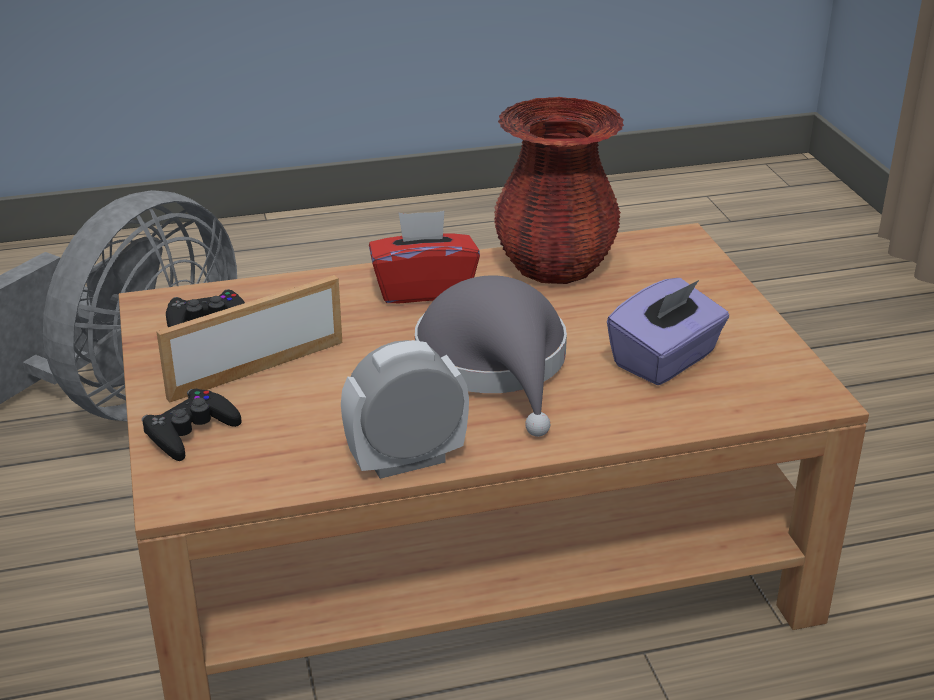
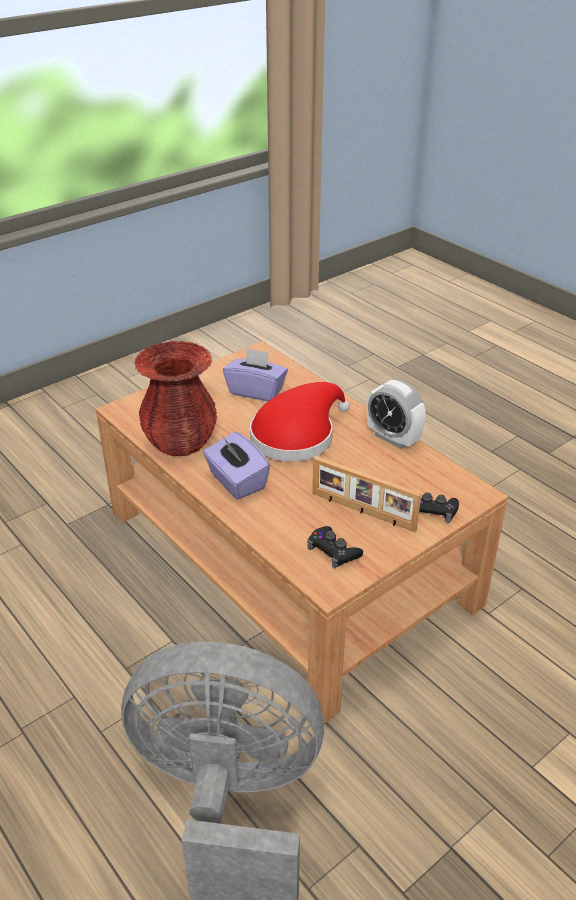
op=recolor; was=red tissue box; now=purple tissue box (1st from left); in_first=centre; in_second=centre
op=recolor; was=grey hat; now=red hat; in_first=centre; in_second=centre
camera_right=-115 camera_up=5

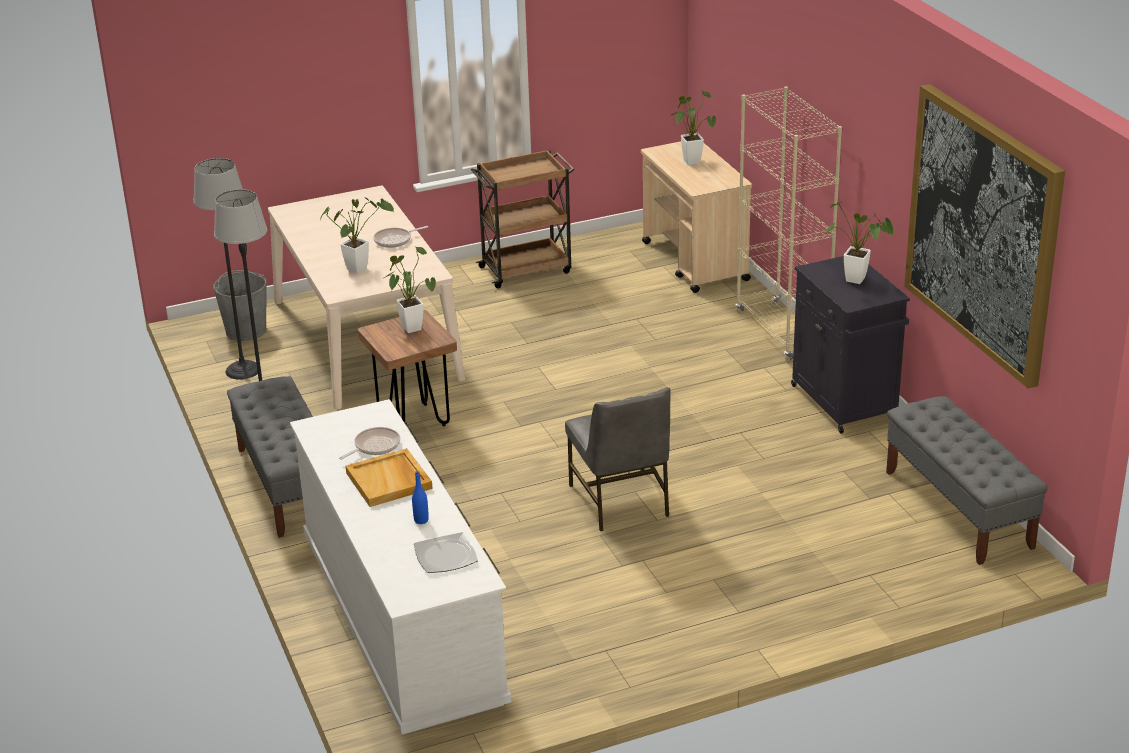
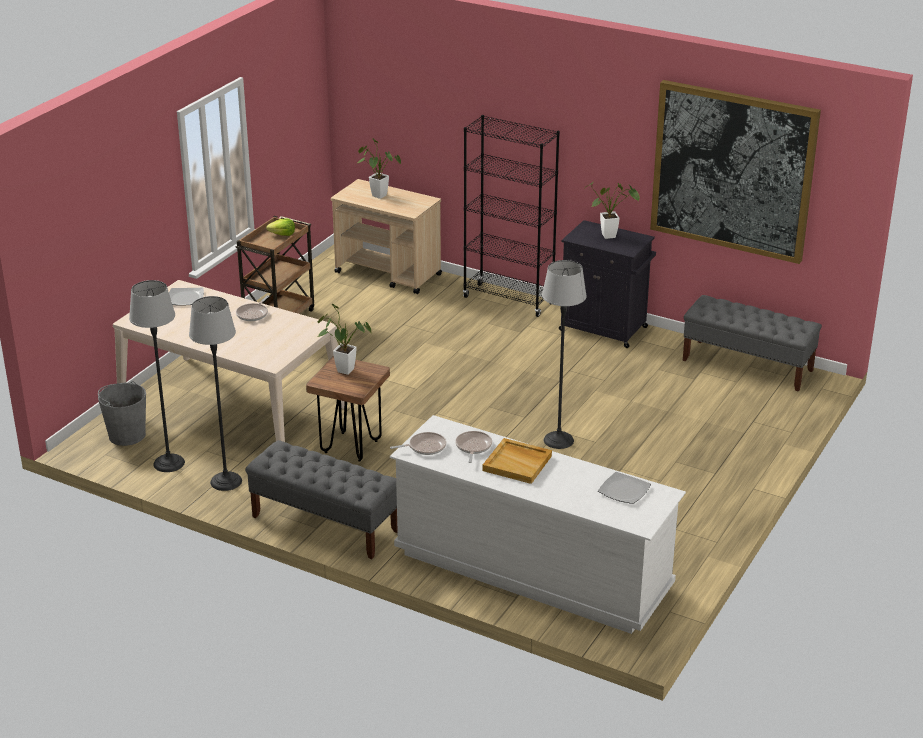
op=recolor; was=beige bookcase; now=black bookcase; in_first=top right; in_second=top centre
op=delete; was=potted plant (1st from left); in_first=top left
op=replace; was=grey chair; now=floor lamp (3rd from left); in_first=centre; in_second=centre
op=delete; was=blue bottle; in_first=centre
op=insert; now=lettuce; in_second=top left
op=insert; now=plate (1st from left); in_second=middle left
op=insert; now=frying pan (2nd from left); in_second=centre
camera_right=-40 camera_up=0

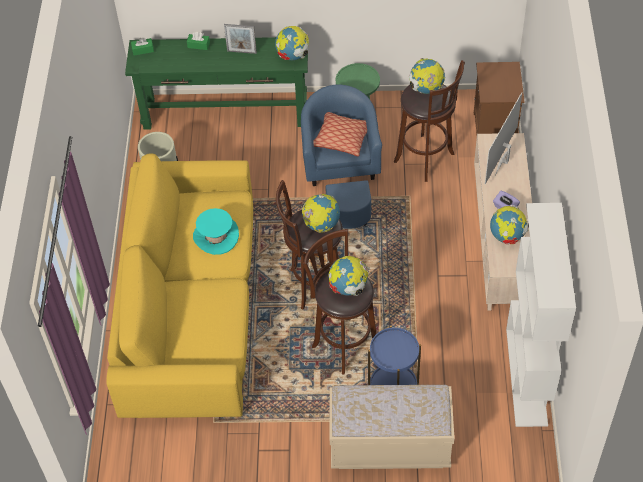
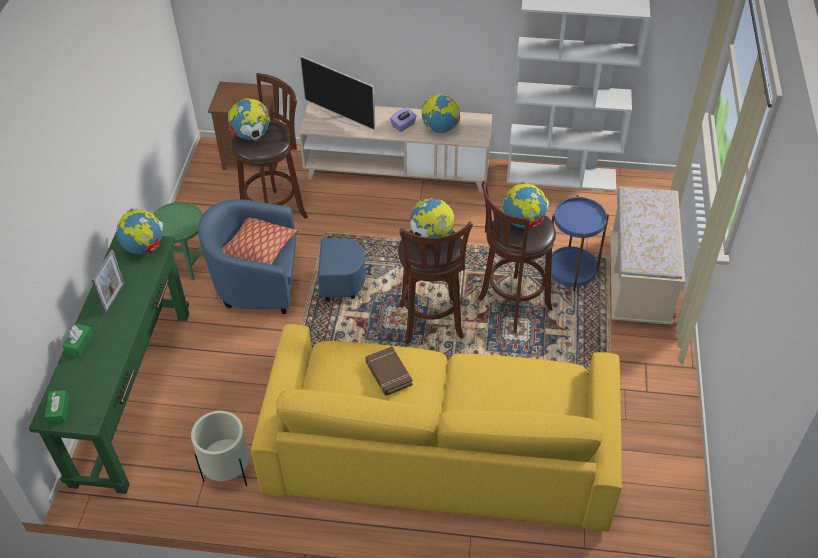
op=replace; was=turquoise hat; now=brown book; in_first=centre; in_second=centre
camera_right=-85 camera_up=-5

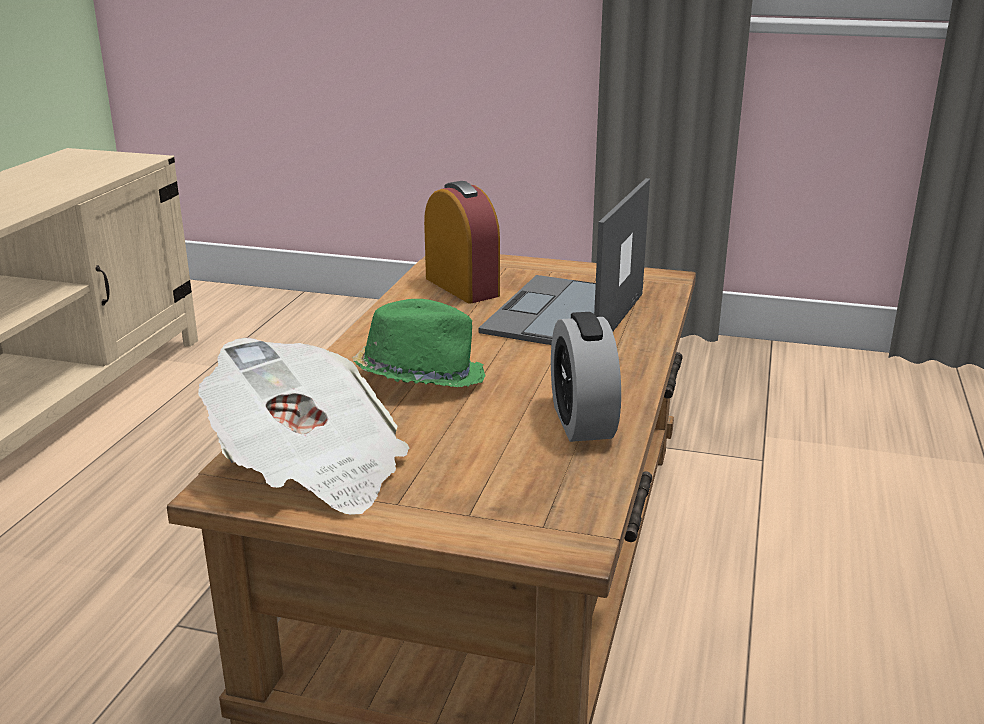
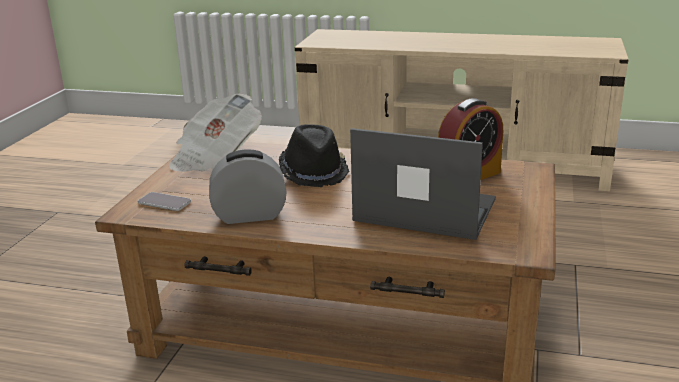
op=recolor; was=green hat; now=black hat; in_first=centre; in_second=centre
op=insert; now=phone; in_second=middle left
camera_right=90 camera_up=0

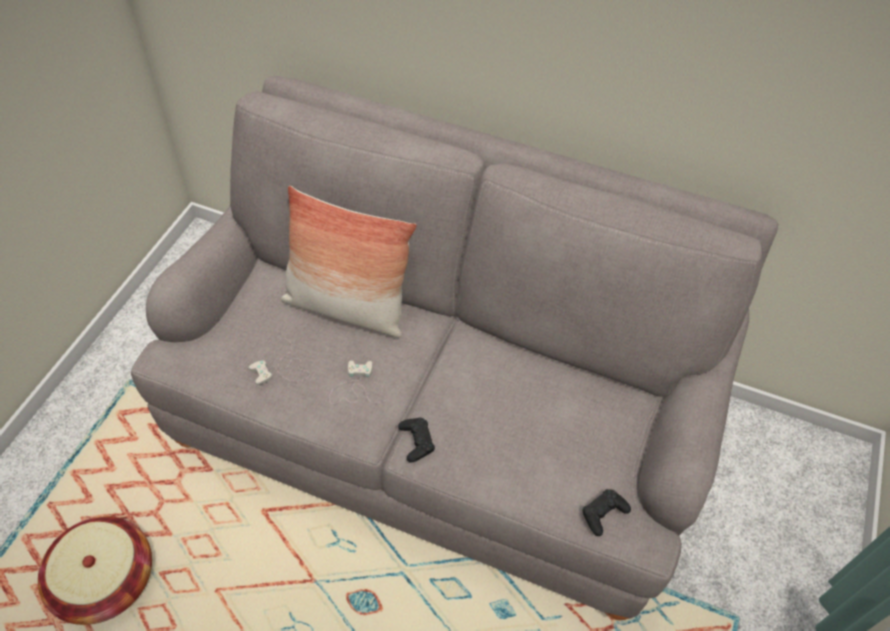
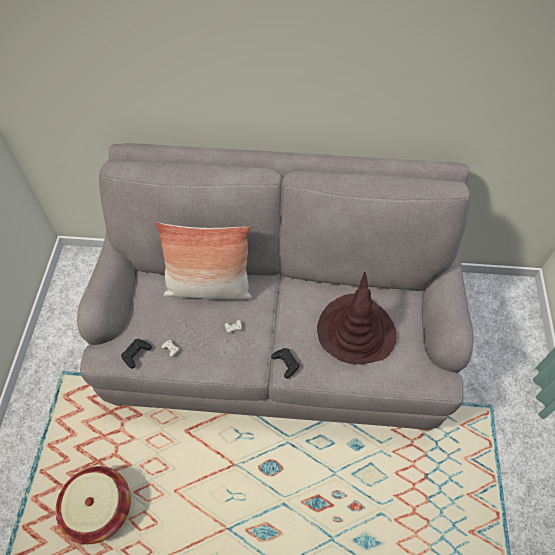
op=move; was=black game controller (2nd from left in the first image); now=black game controller (1st from left); in_first=bottom right; in_second=middle left
op=insert; now=brown hat; in_second=centre
camera_right=-15 camera_up=5

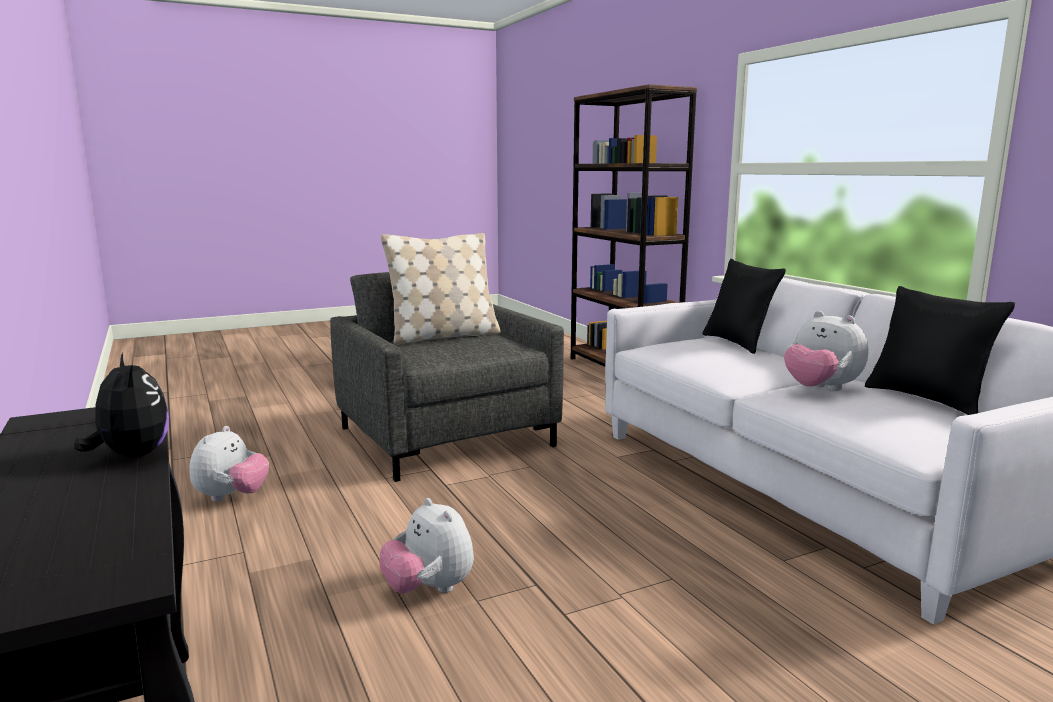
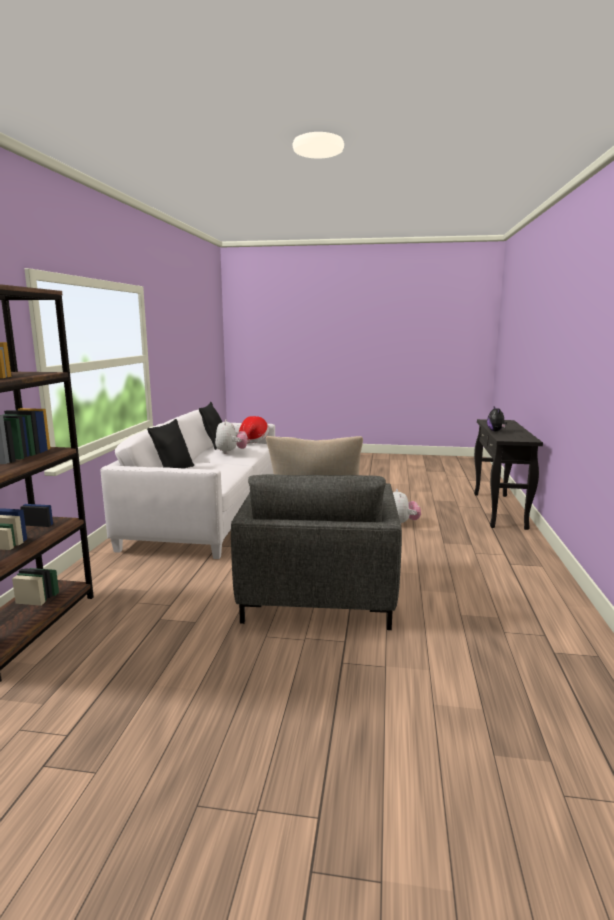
op=delete; was=plush toy (2nd from left); in_first=middle left
op=insert; now=hat; in_second=centre
camera_right=-145 camera_up=0

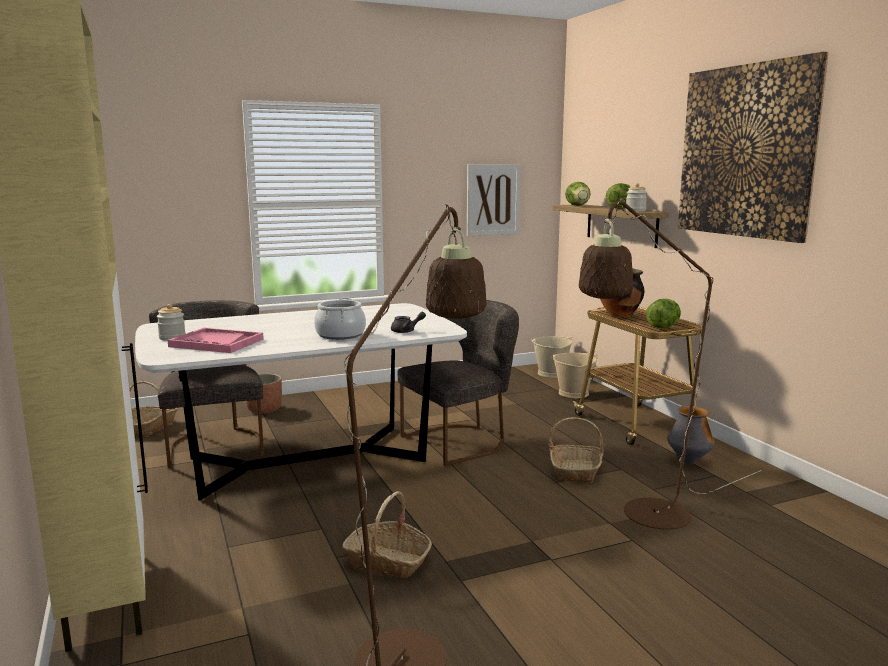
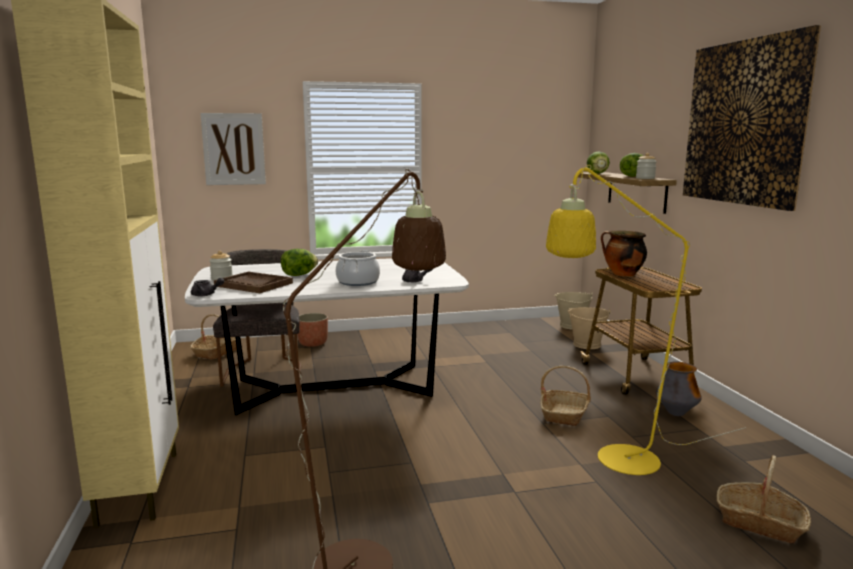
op=move; was=picture (1st from left); in_first=top centre; in_second=top left
op=recolor; was=brown floor lamp (2nd from left); now=yellow floor lamp; in_first=middle right; in_second=middle right
op=move; was=lettuce (3rd from left in the first image); now=lettuce (1st from left); in_first=middle right; in_second=centre
op=delete; was=grey chair (2nd from left); in_first=centre
op=recolor; was=pink tray; now=brown tray; in_first=middle left; in_second=middle left
op=move; was=basket (2nd from left in the first image); now=basket (3rd from left); in_first=bottom centre; in_second=bottom right
op=insert; now=grey teapot (1st from left); in_second=middle left
camera_right=10 camera_up=0

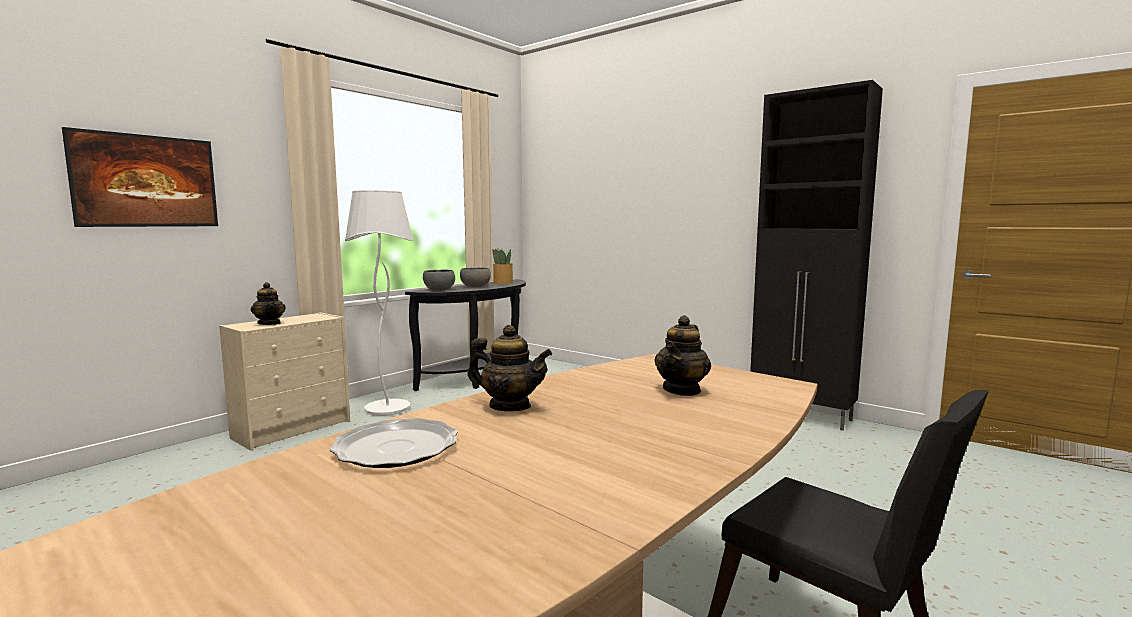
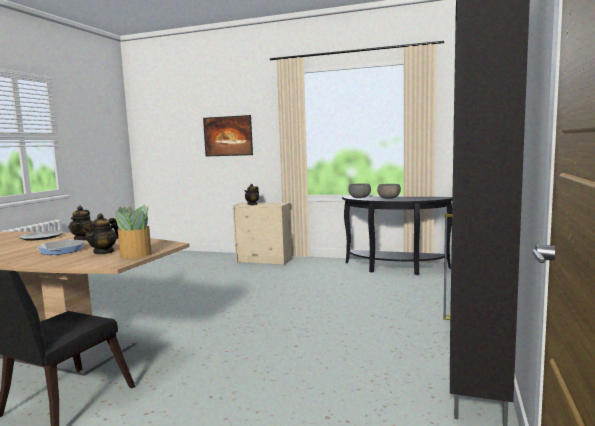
op=delete; was=white floor lamp; in_first=centre
op=move; was=potted plant; in_first=centre; in_second=middle left
op=rotate; was=teapot (3rd from left in the first image); in_first=centre; in_second=middle left; clockwise=-75
op=insert; now=frying pan; in_second=middle left
camera_right=70 camera_up=0

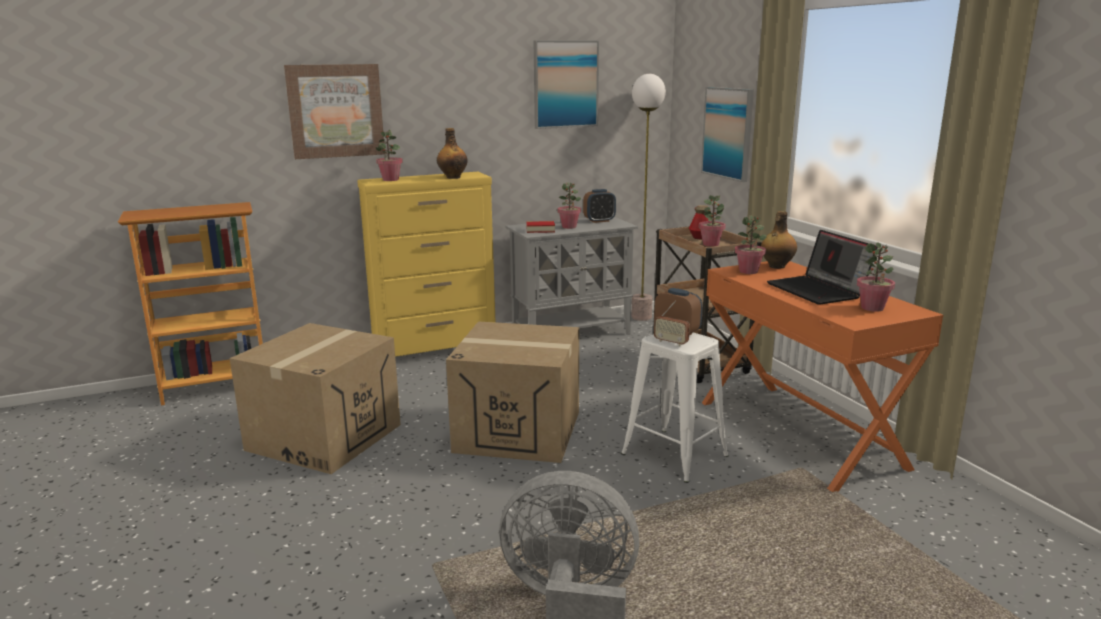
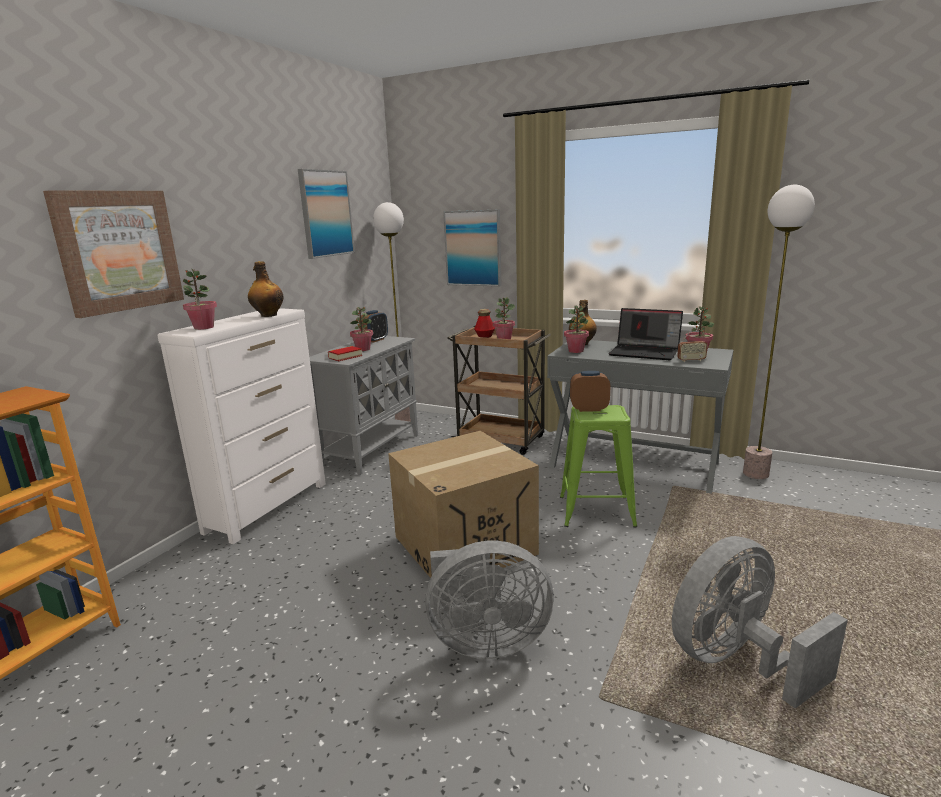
op=recolor; was=yellow dresser; now=white dresser; in_first=centre; in_second=middle left
op=recolor; was=orange desk; now=grey desk; in_first=middle right; in_second=middle right
op=move; was=radio; in_first=centre; in_second=middle right
op=delete; was=cardboard box (1st from left); in_first=middle left
op=recolor; was=white stool; now=green stool; in_first=centre; in_second=centre
op=insert; now=floor lamp (2nd from left); in_second=middle right
op=insert; now=grey fan (1st from left); in_second=bottom centre
camera_right=-40 camera_up=0

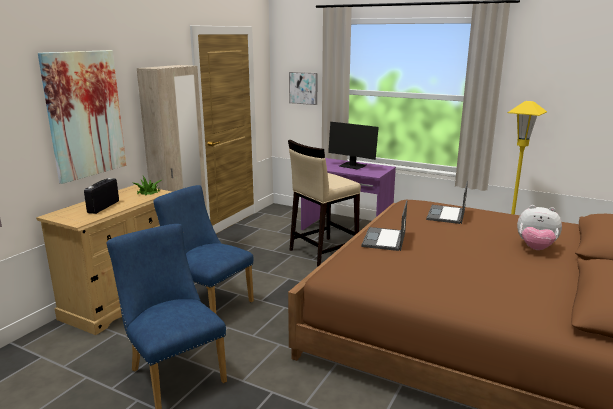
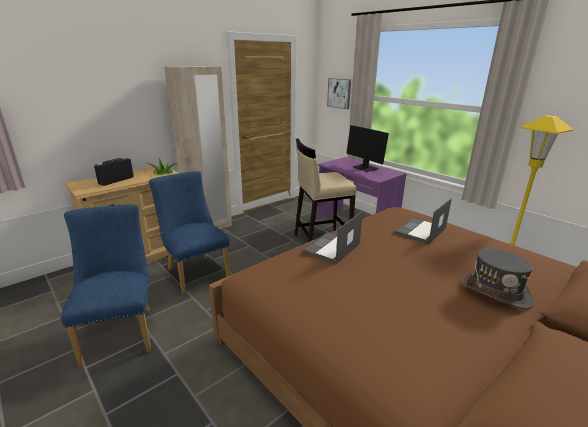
op=delete; was=picture (1st from left); in_first=top left
op=replace; was=plush toy; now=grey hat; in_first=middle right; in_second=middle right
camera_right=20 camera_up=5

